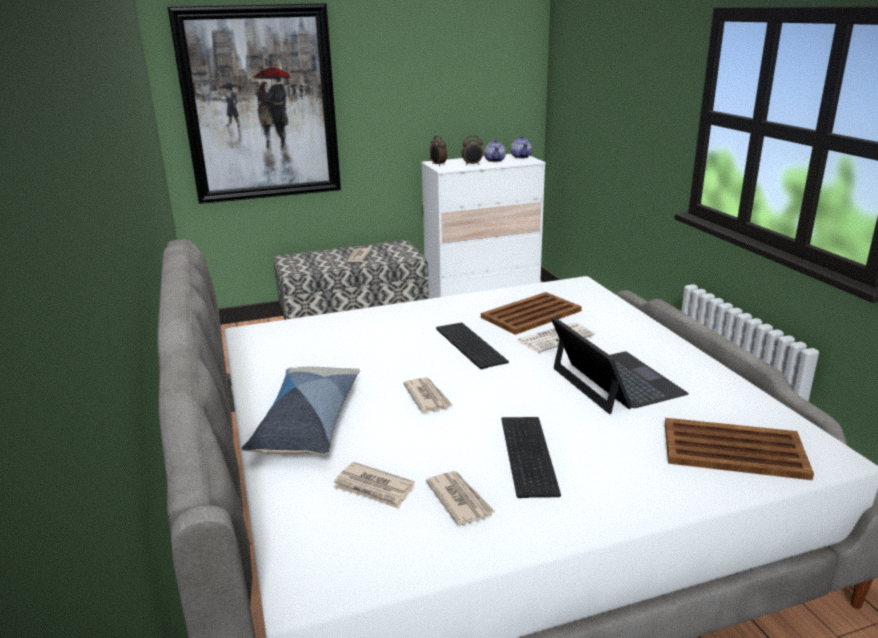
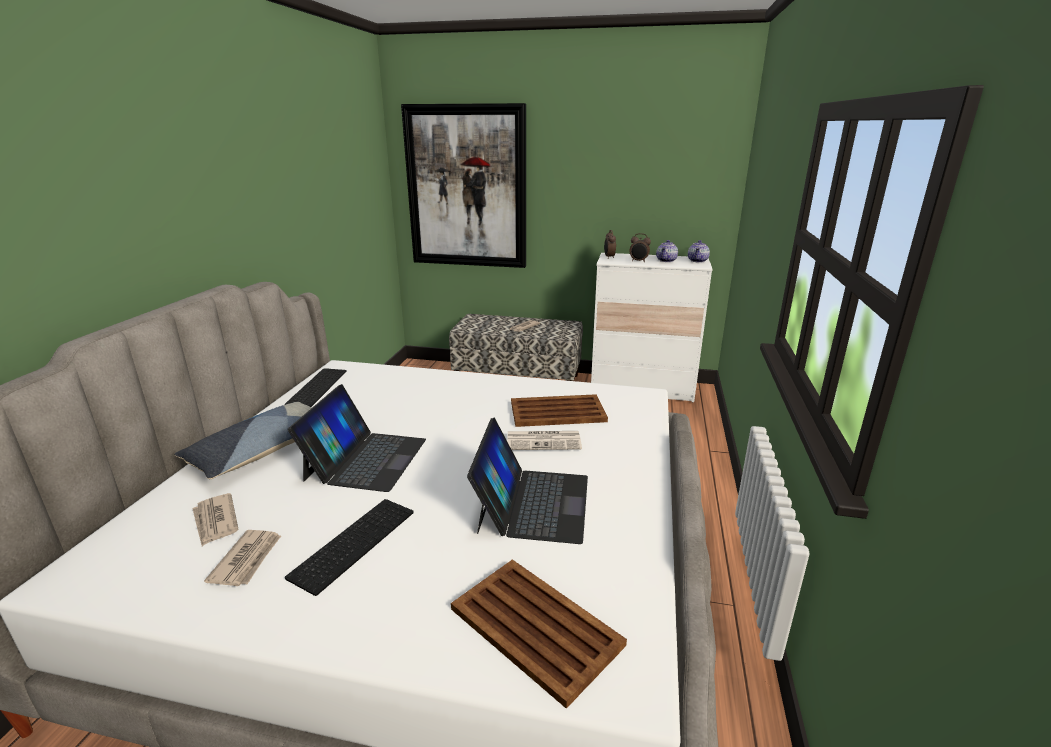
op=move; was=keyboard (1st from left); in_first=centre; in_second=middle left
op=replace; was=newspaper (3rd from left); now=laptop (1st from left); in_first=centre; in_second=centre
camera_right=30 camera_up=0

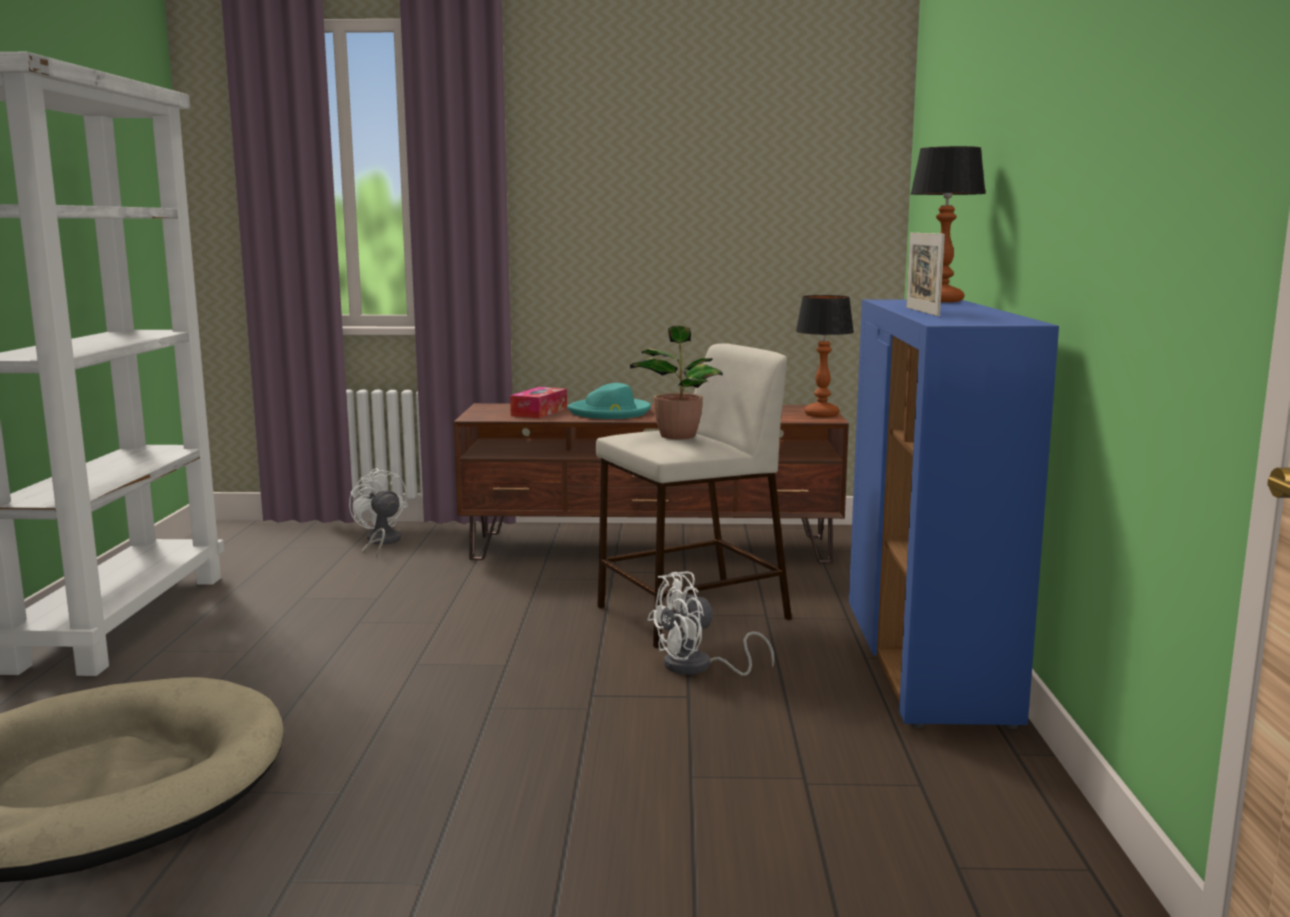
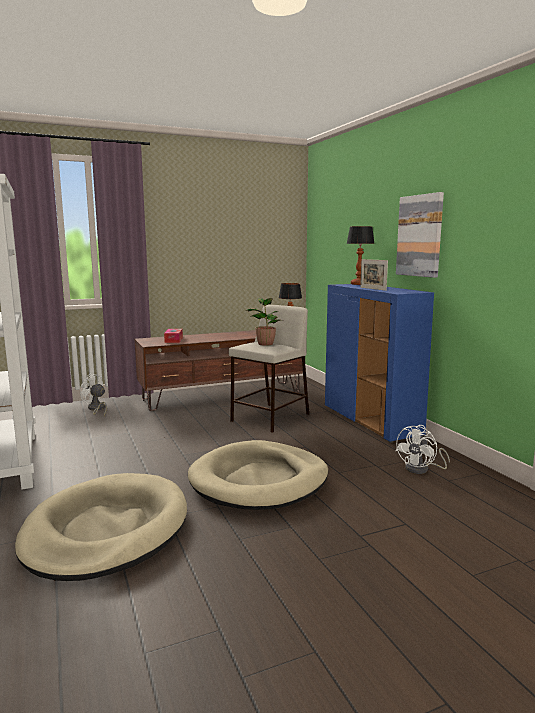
op=delete; was=turquoise hat; in_first=centre
op=move; was=white fan (2nd from left); in_first=bottom centre; in_second=middle right
op=insert; now=picture; in_second=top right
op=insert; now=beige dog bed (2nd from left); in_second=centre
camera_right=-25 camera_up=0

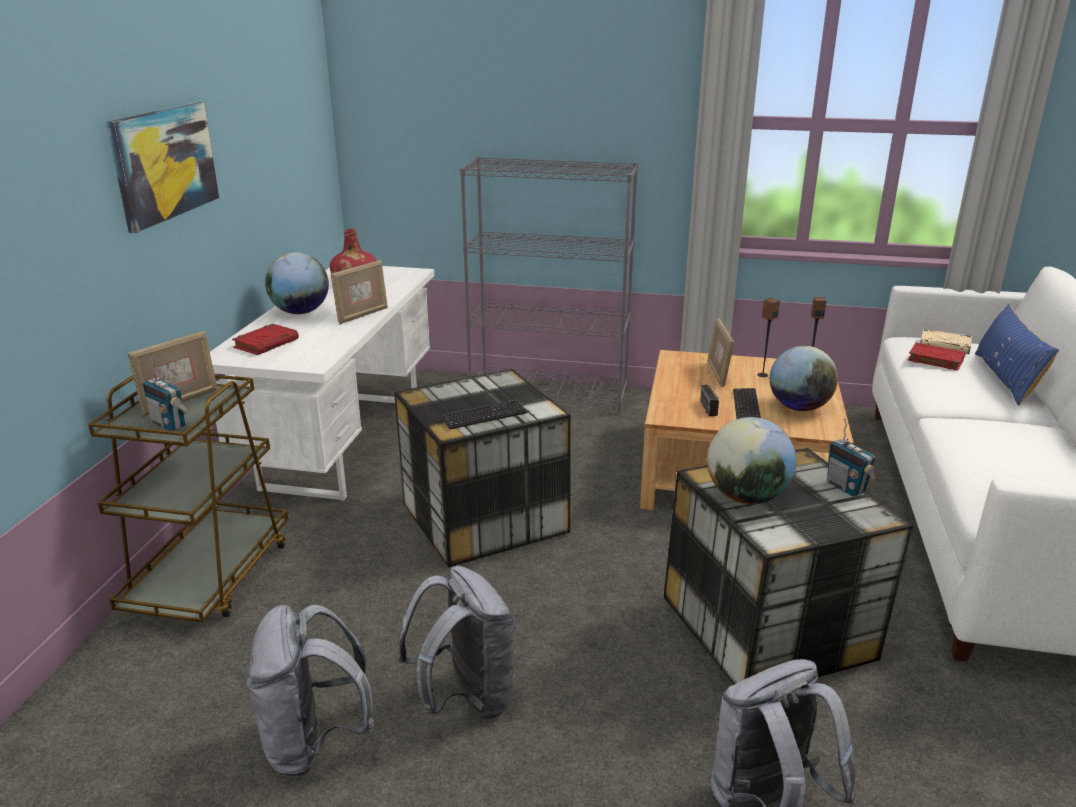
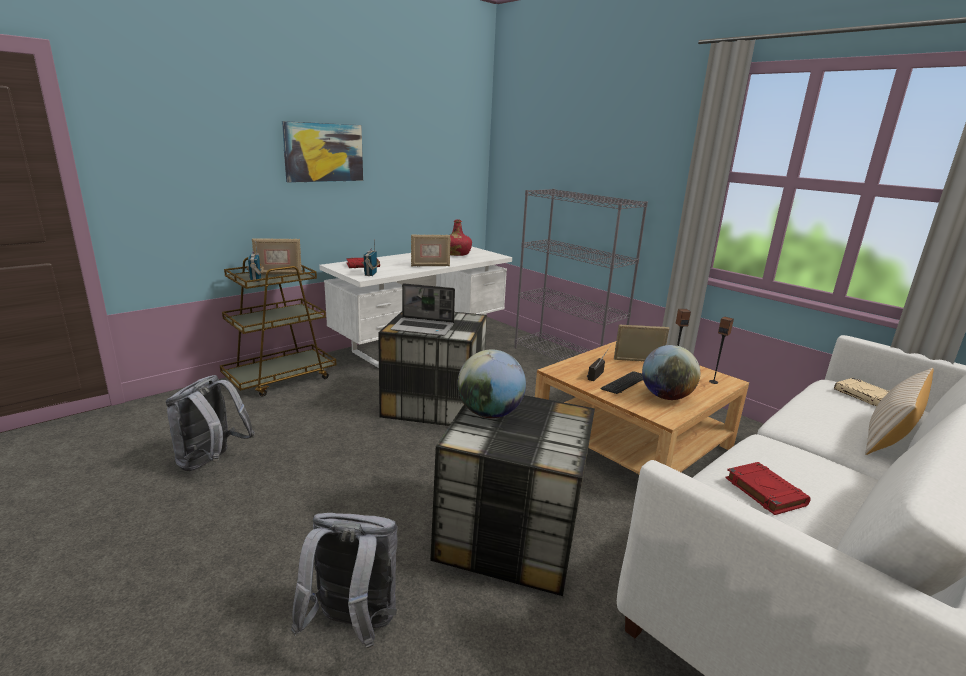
op=delete; was=globe (1st from left); in_first=middle left
op=recolor; was=blue pillow; now=beige pillow; in_first=middle right; in_second=middle right
op=rotate; was=picture frame (3rd from left); in_first=middle right; in_second=centre; clockwise=60
op=move; was=red book (2nd from left); in_first=middle right; in_second=bottom right
op=replace; was=keyboard (1st from left); now=laptop; in_first=centre; in_second=centre
op=move; was=radio (3rd from left in the first image); now=radio (2nd from left); in_first=middle right; in_second=centre
op=delete; was=grey backpack (2nd from left); in_first=bottom centre
camera_right=35 camera_up=-5

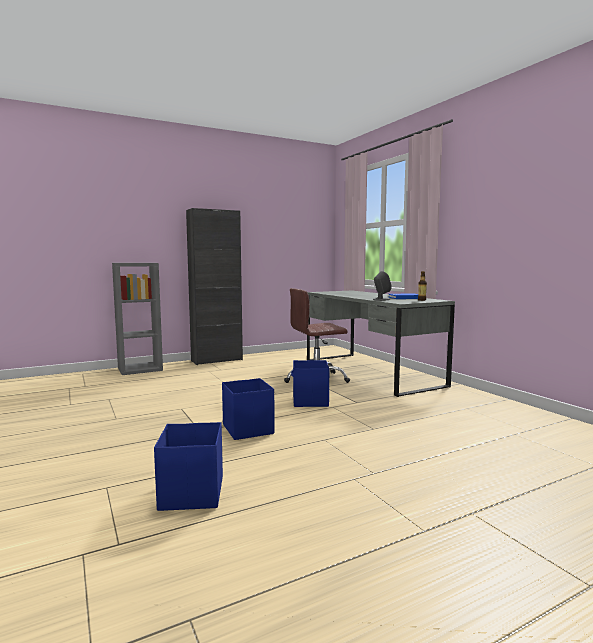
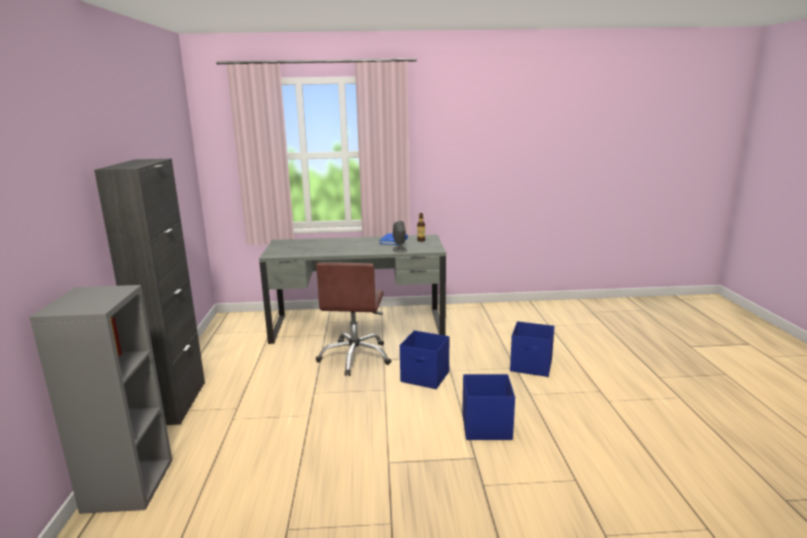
op=move; was=blue storage box (1st from left in the first image); now=blue storage box (3rd from left); in_first=bottom left; in_second=centre
camera_right=-65 camera_up=10

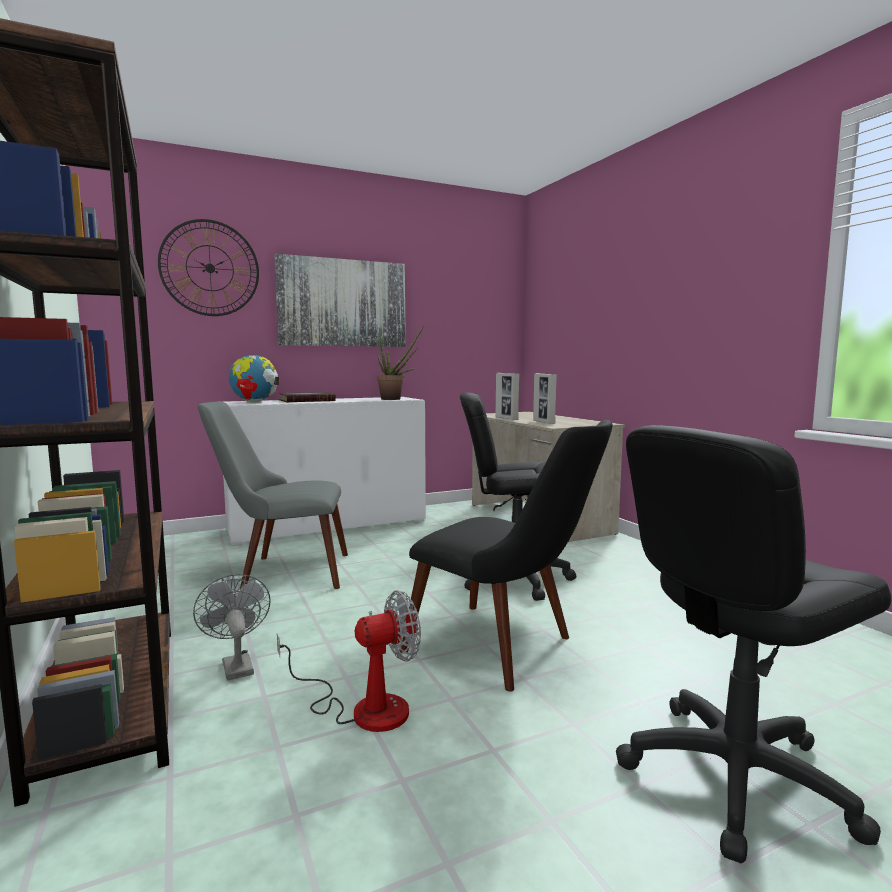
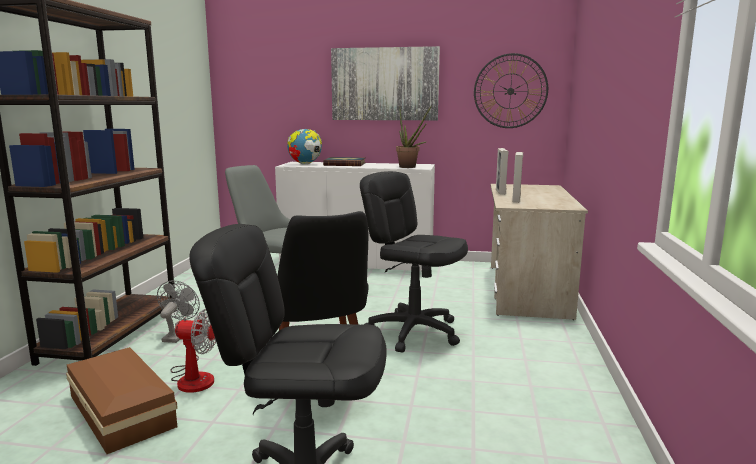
op=move; was=wall clock; in_first=top left; in_second=top right
op=insert; now=brown storage box; in_second=bottom left
camera_right=35 camera_up=5

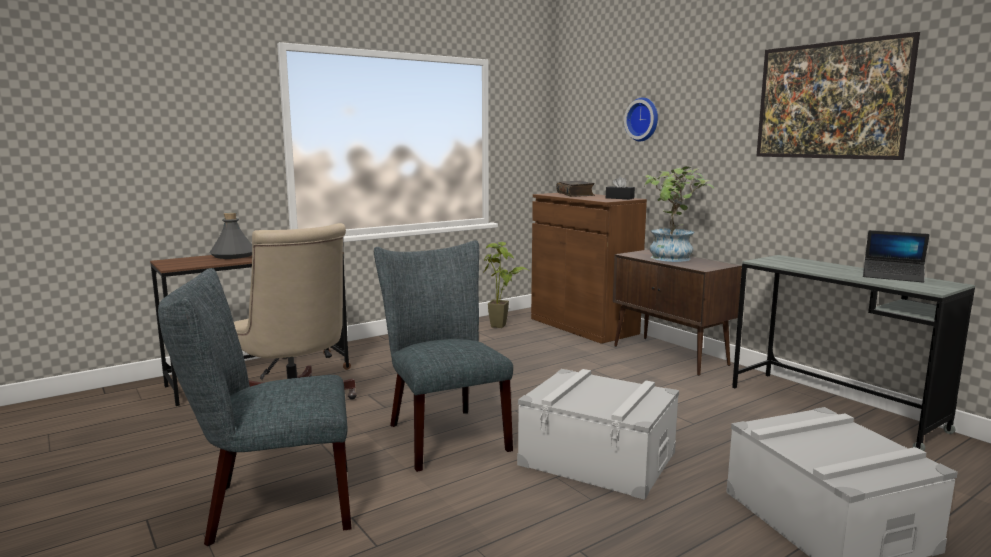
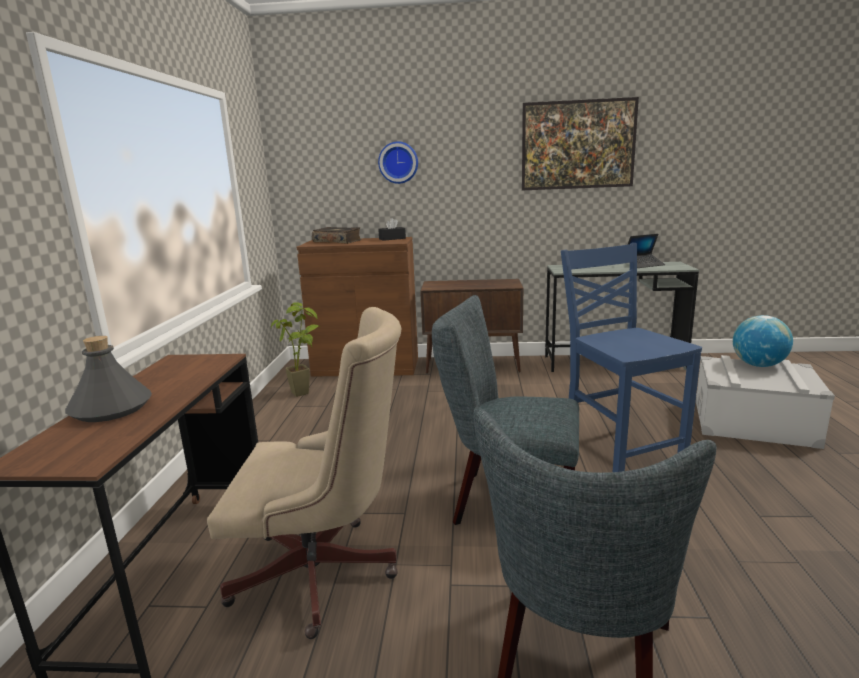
op=delete; was=potted plant (2nd from left); in_first=middle right
op=replace; was=grey storage box (1st from left); now=blue chair; in_first=bottom centre; in_second=middle right
op=insert; now=globe; in_second=middle right
camera_right=-50 camera_up=5

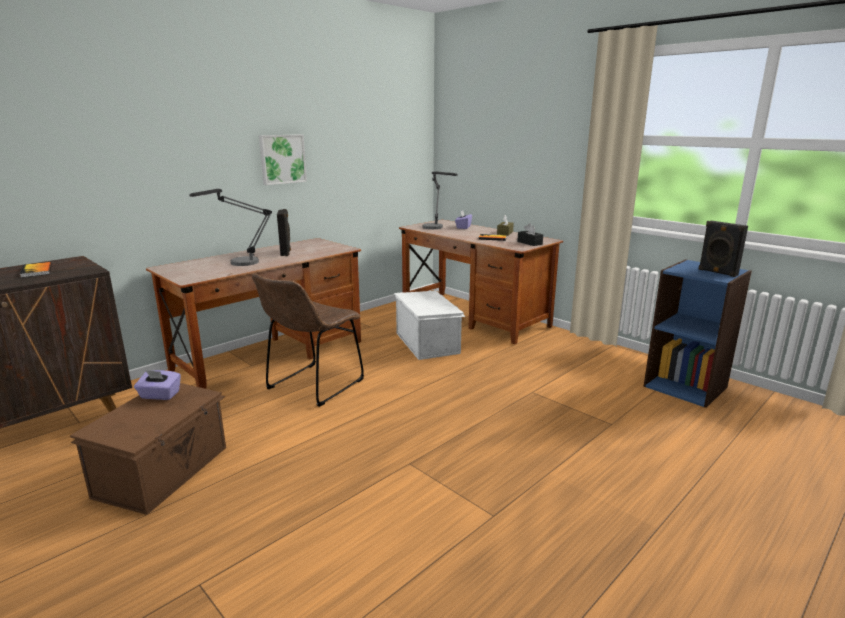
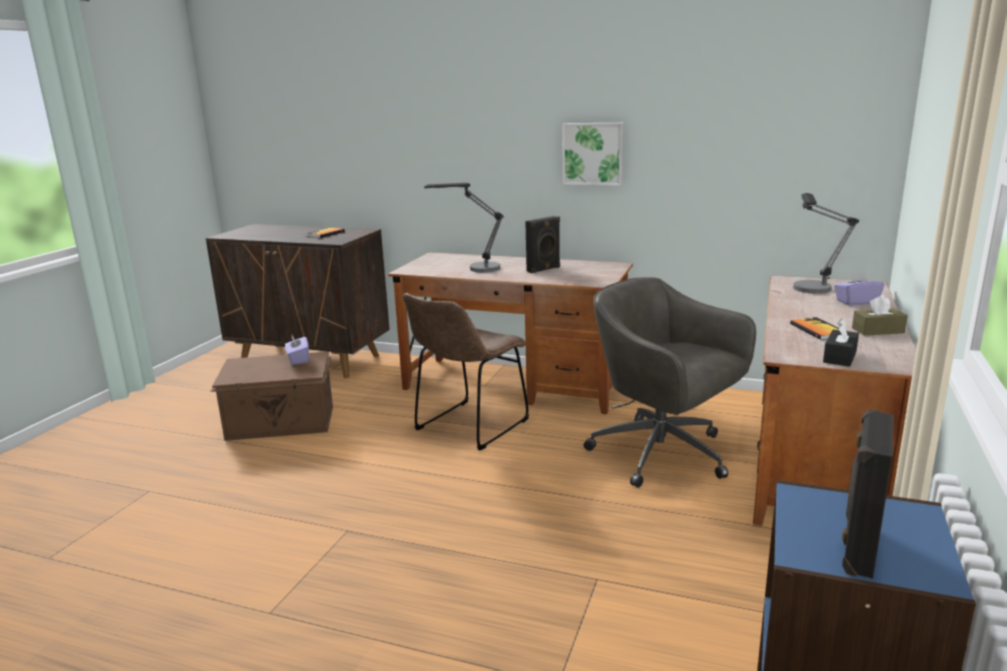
op=rotate; was=brown chair; in_first=centre; in_second=centre; clockwise=-60
op=replace; was=white storage box; now=grey office chair; in_first=centre; in_second=centre
camera_right=65 camera_up=0

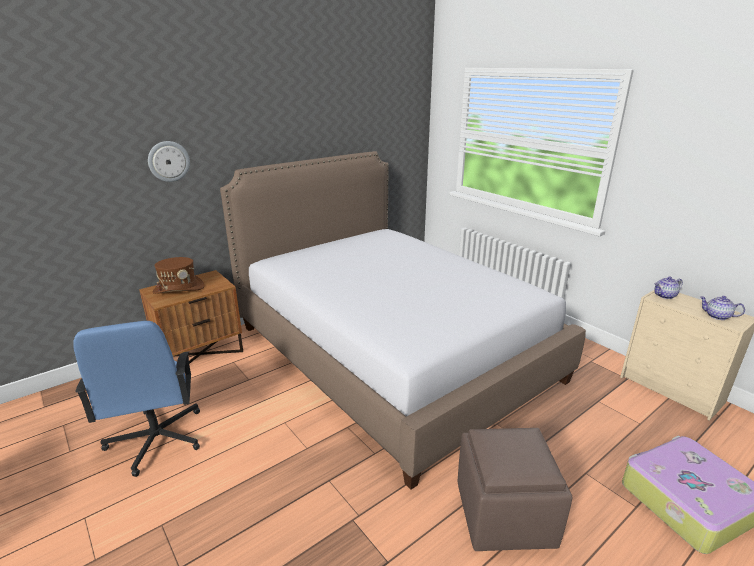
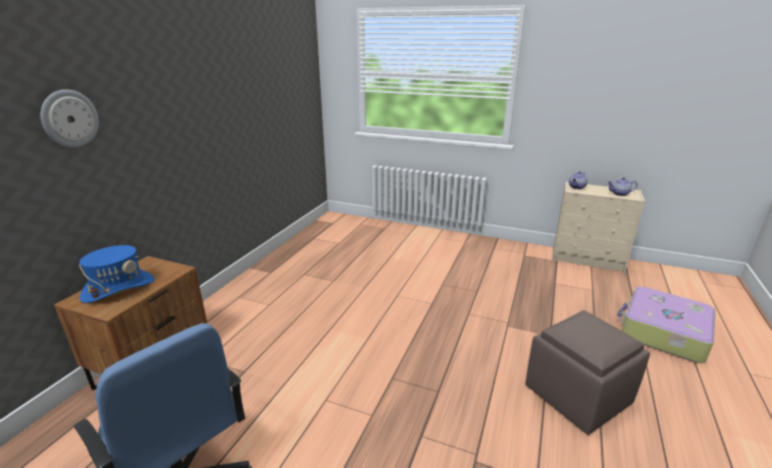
op=delete; was=bed; in_first=centre
op=recolor; was=brown hat; now=blue hat; in_first=middle left; in_second=middle left
camera_right=-30 camera_up=0

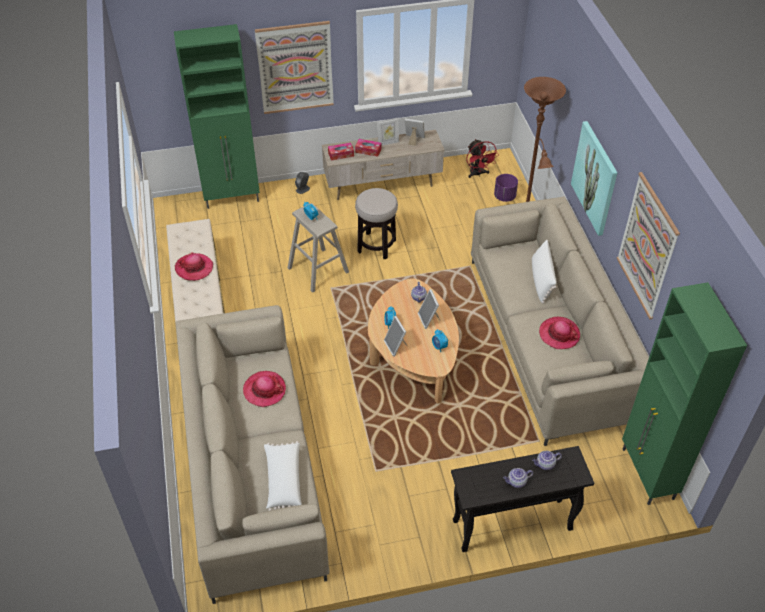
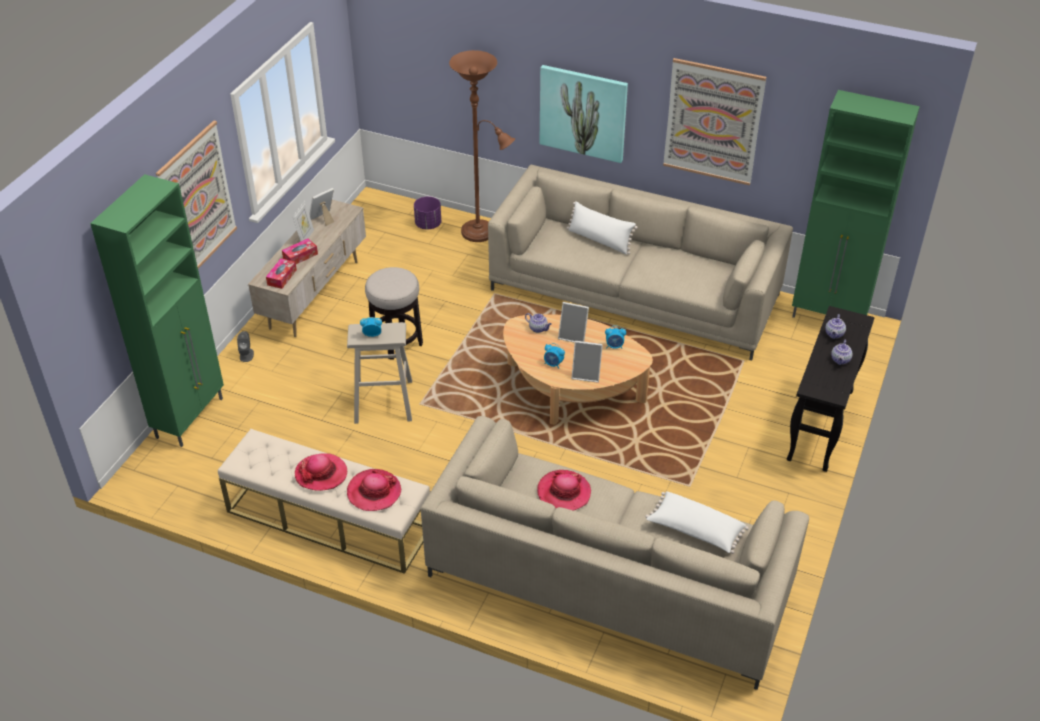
op=delete; was=red fan; in_first=top centre
op=move; was=hat (3rd from left in the first image); now=hat (2nd from left); in_first=middle right; in_second=bottom centre
camera_right=-55 camera_up=-5

